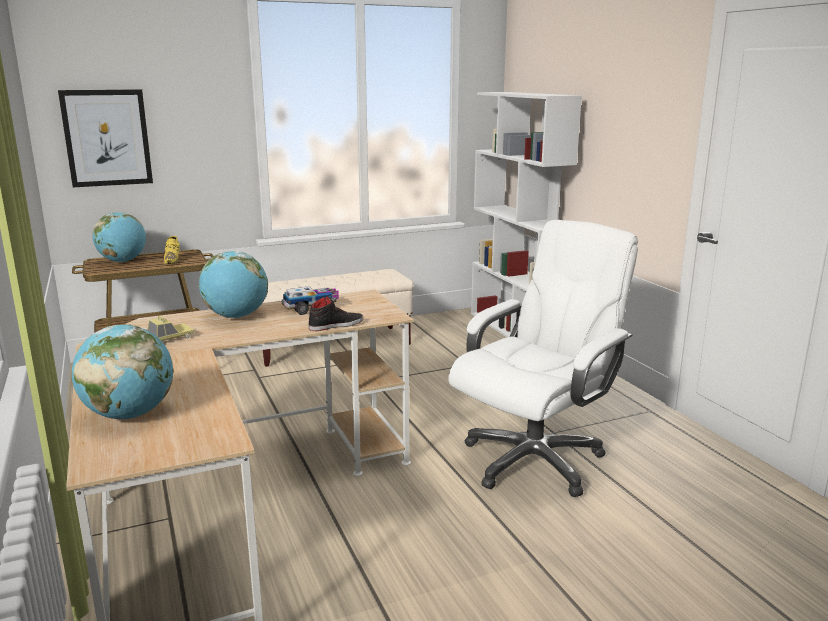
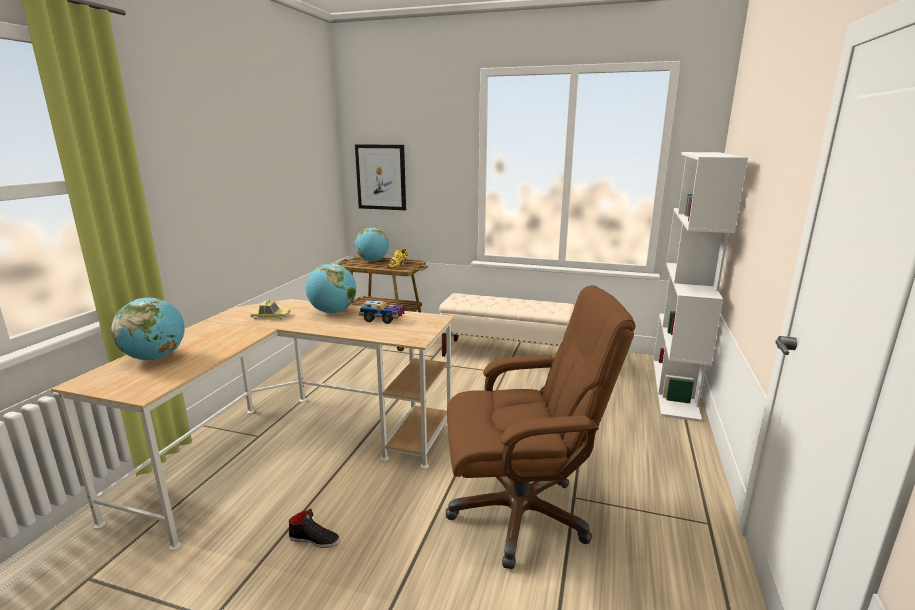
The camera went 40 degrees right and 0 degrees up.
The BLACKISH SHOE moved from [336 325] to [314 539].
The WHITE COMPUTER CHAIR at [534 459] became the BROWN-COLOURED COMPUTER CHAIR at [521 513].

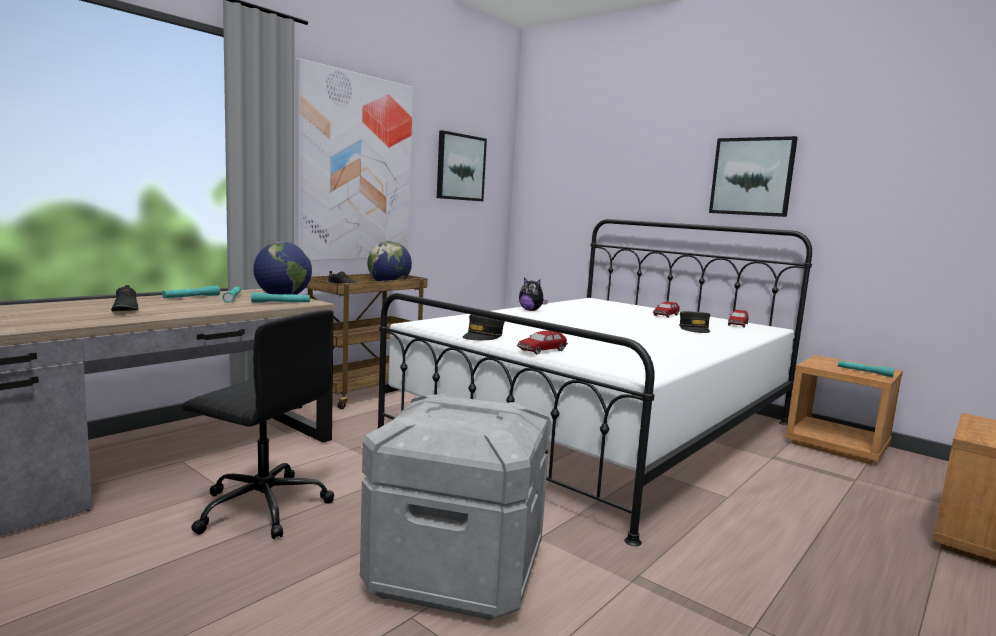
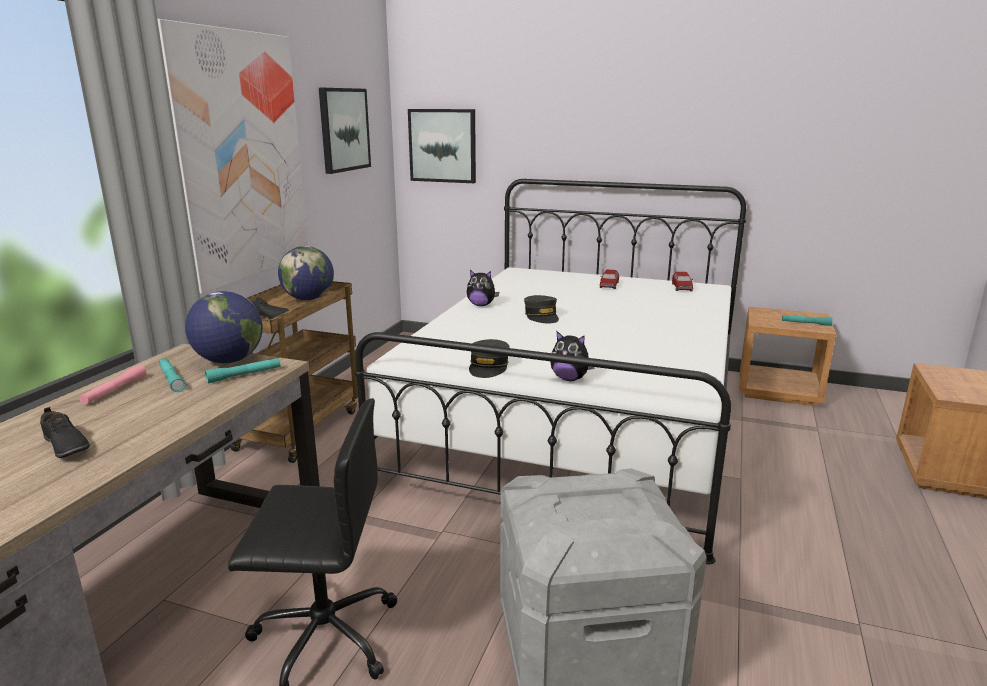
The camera went 20 degrees left and 10 degrees up.
The GREYISH BASEBALL CAP moved from [694 329] to [541 316].
The WALL PICTURE moved from [752 176] to [442 145].
The MODEL CAR at [541 350] was replaced by the CUDDLY TOY at [570 379].
The TURQUOISE HAND TORCH at [191 297] became the PINK-COLOURED HAND TORCH at [115 391].

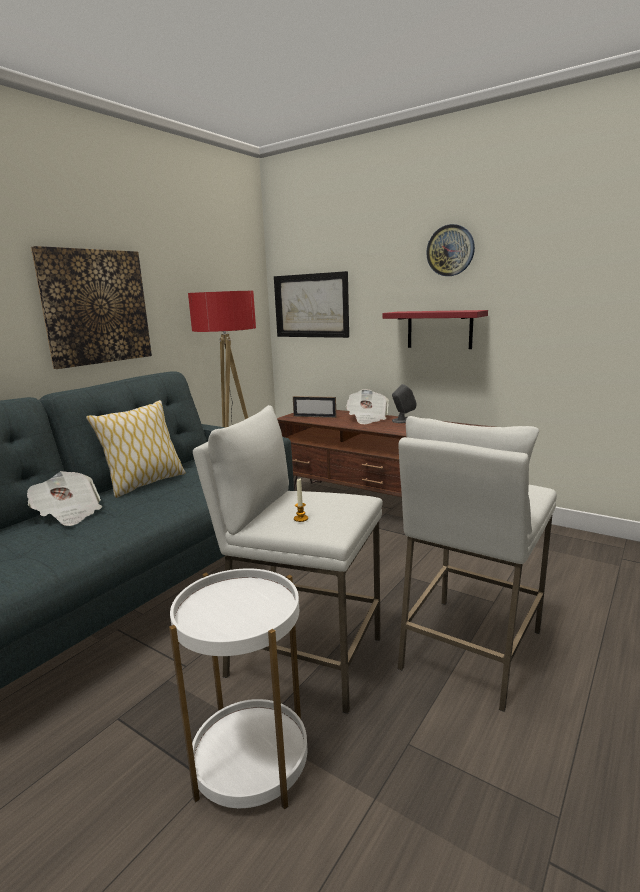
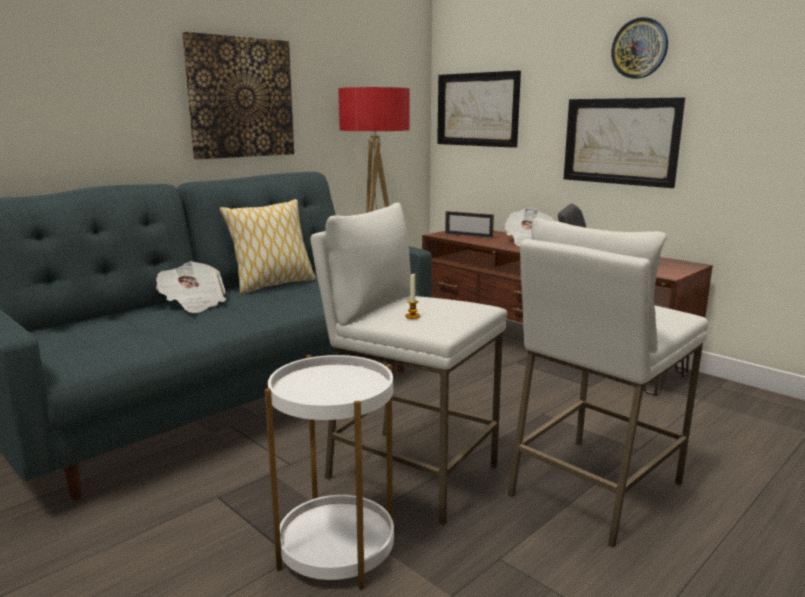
The camera went 10 degrees right and 0 degrees up.
The RED-COLOURED BRACKET SHELF at [439 329] was replaced by the WALL PICTURE at [620 141].

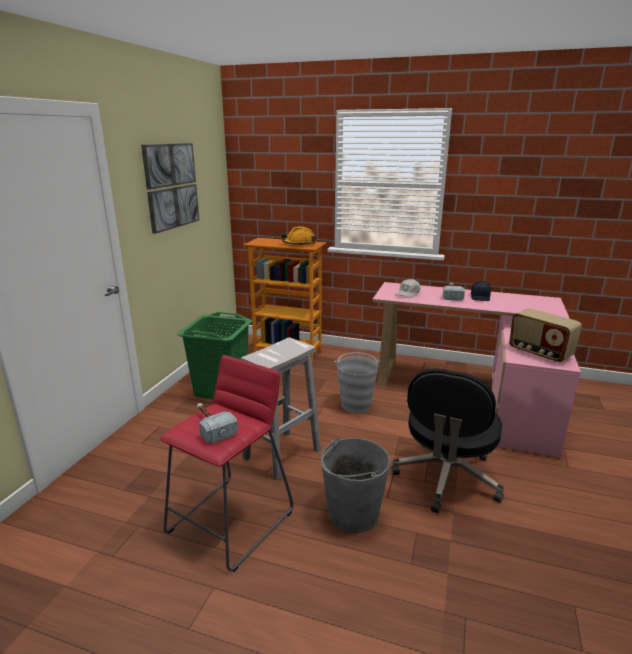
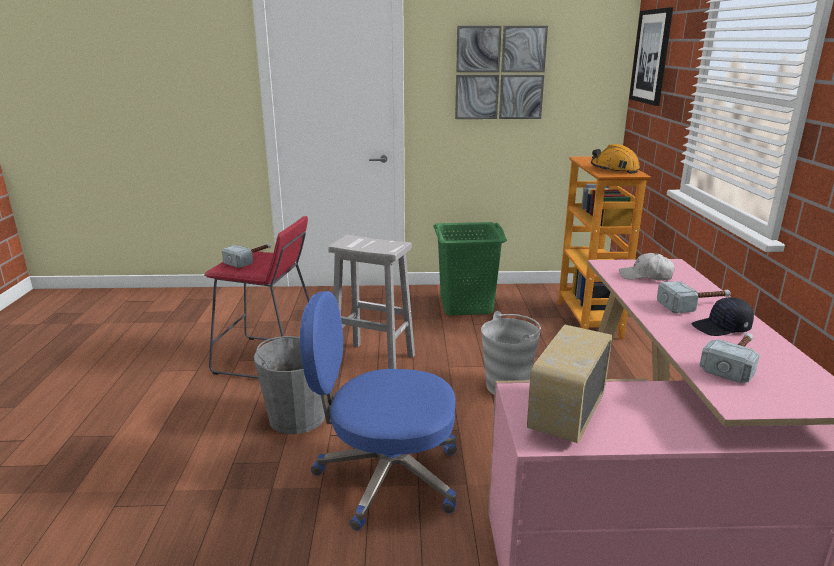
The camera went 70 degrees right and 0 degrees up.
The WALL PICTURE at [651 57] appeared.
The TOOL HAMMER at [734 362] appeared.
The BLACKISH COMPUTER CHAIR at [446 478] became the BLUE-COLOURED COMPUTER CHAIR at [386 477].

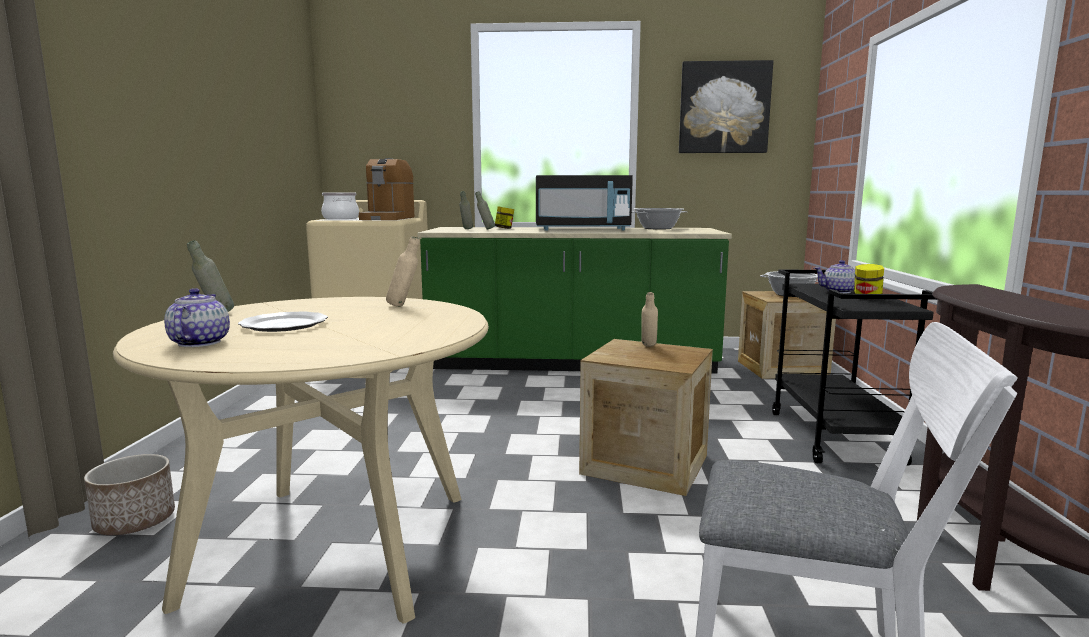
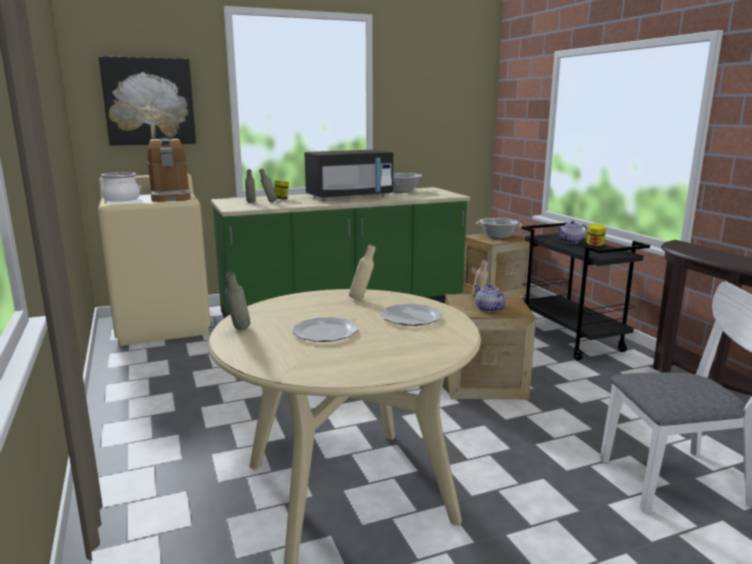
The camera went 25 degrees left and 5 degrees up.
The PLANT POT at [135 521] disappeared.
The DINNER PLATE at [411 318] appeared.
The POT FOR TEA moved from [198 343] to [488 309].
The WALL PICTURE moved from [724 108] to [149 101].

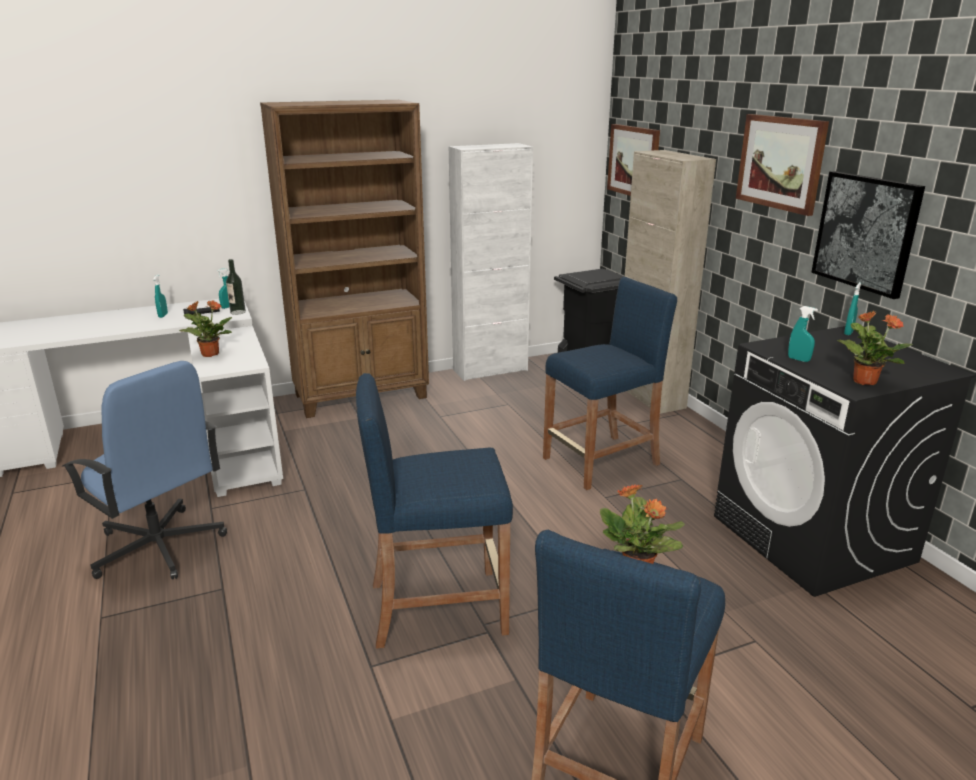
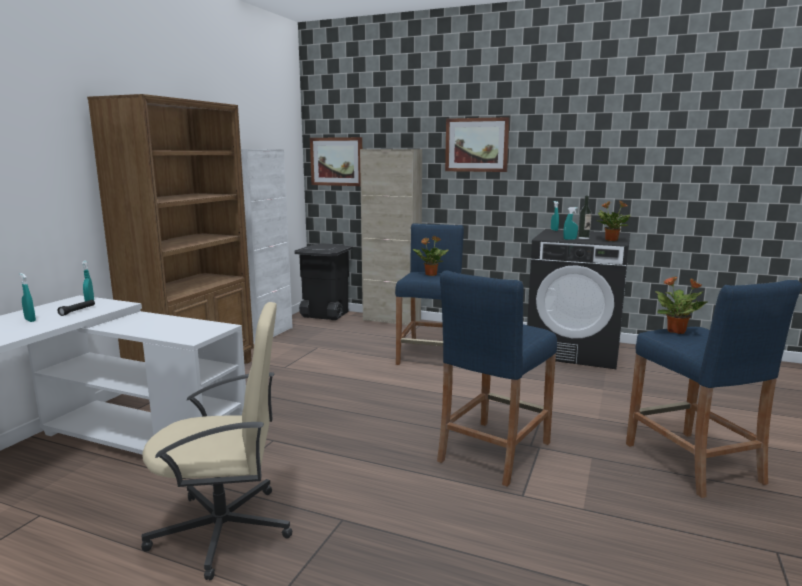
The camera went 45 degrees left and 10 degrees down.
The WALL PICTURE at [866 232] disappeared.
The POTTED PLANT moved from [209 354] to [430 274].
The BEVERAGE BOTTLE moved from [238 312] to [583 238].
The BLUE-COLOURED COMPUTER CHAIR at [158 547] became the BEIGE COMPUTER CHAIR at [224 530].

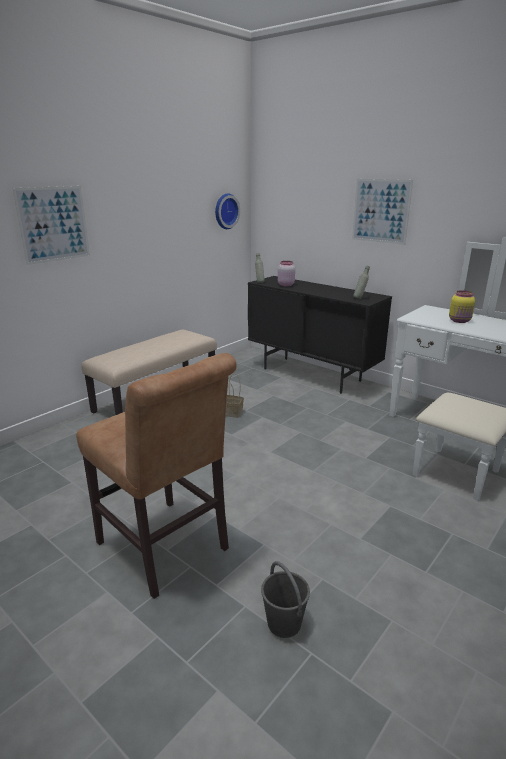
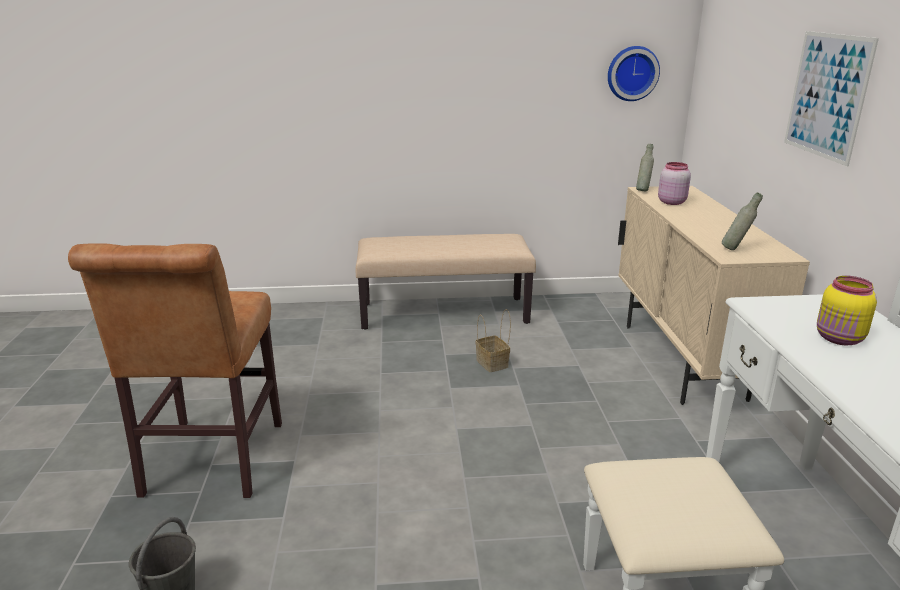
The camera went 45 degrees right and 0 degrees up.
The WALL PICTURE at [53 224] disappeared.
The BLACKISH CABINET at [311 375] became the BEIGE CABINET at [682 361].

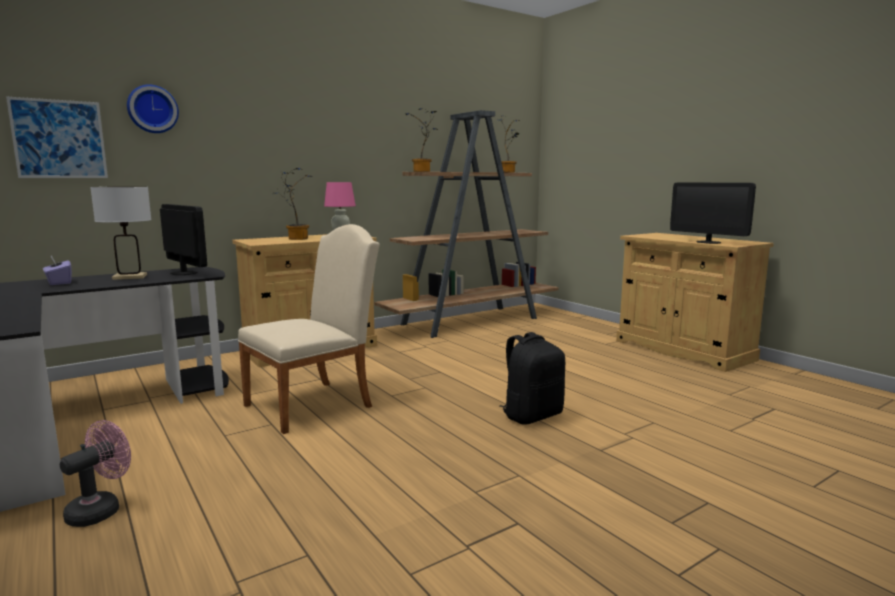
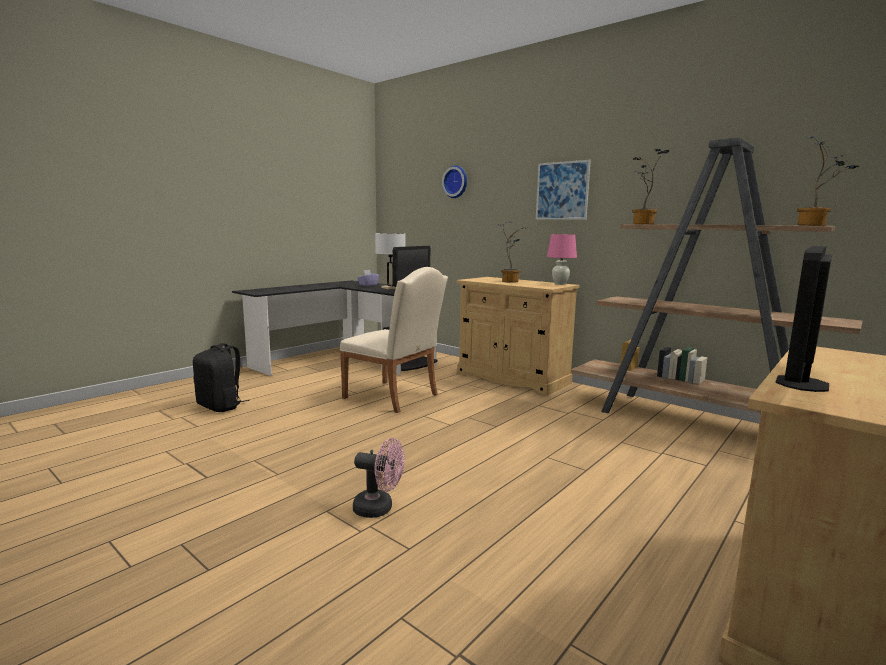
The camera went 75 degrees right and 0 degrees up.
The WALL PICTURE moved from [59 139] to [562 191].
The PINK-COLOURED ELECTRIC FAN moved from [100 509] to [379 509].
The BLACKISH BACKPACK moved from [532 415] to [221 406].

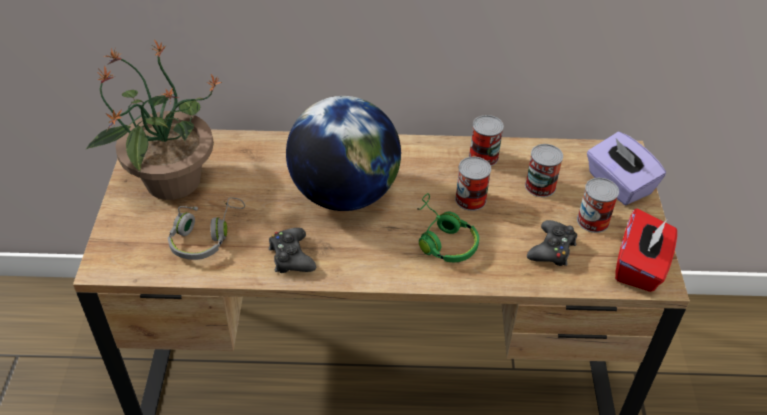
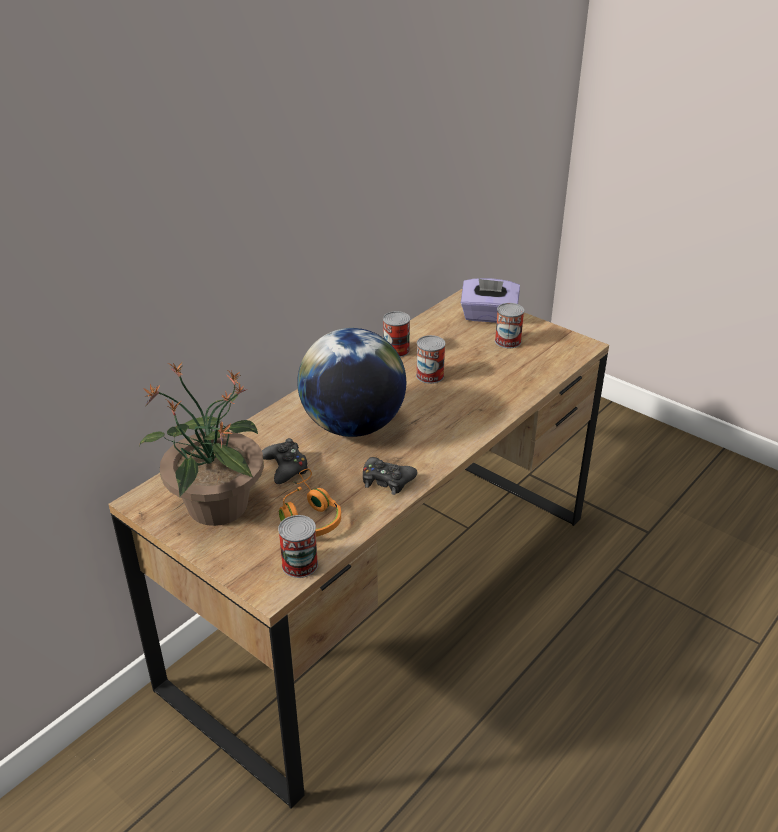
The camera went 50 degrees left and 10 degrees down.
The GREEN-COLOURED HEADPHONES at [442 239] disappeared.
The RED-COLOURED TISSUE BOX at [640 266] disappeared.
The CAN moved from [540 186] to [300 564].
The BLACKISH GAMEPAD moved from [552 249] to [286 467].
The GREYISH HEADPHONES at [205 236] became the ORANGE-COLOURED HEADPHONES at [309 515].

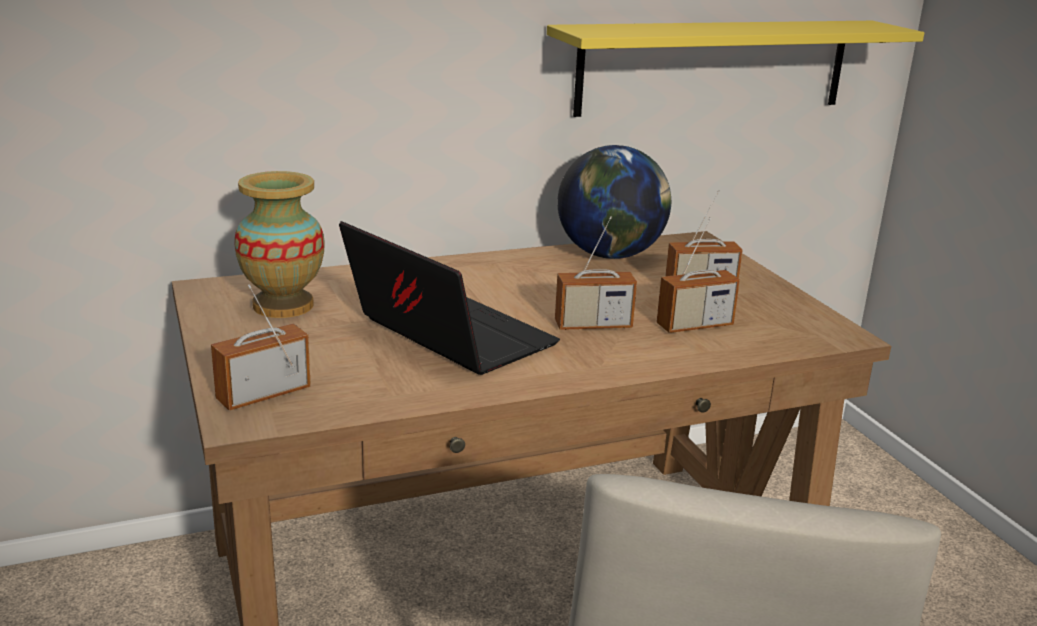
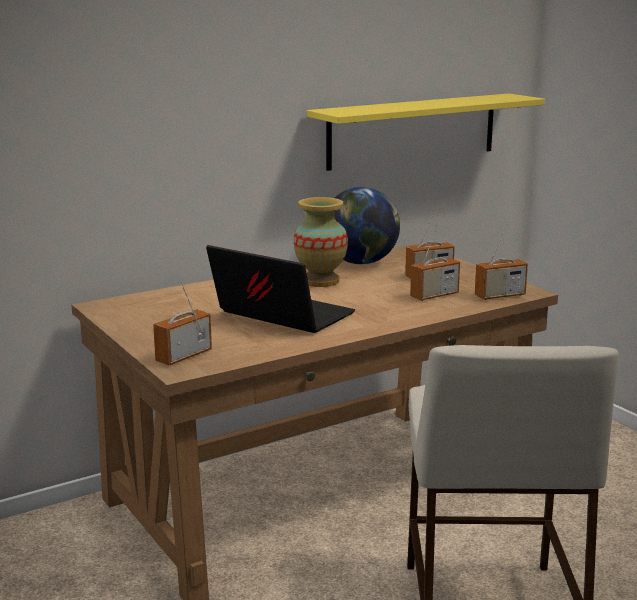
The camera went 10 degrees left and 5 degrees down.
The VASE moved from [283 305] to [320 281].
The RADIO SET moved from [593 325] to [500 296].

